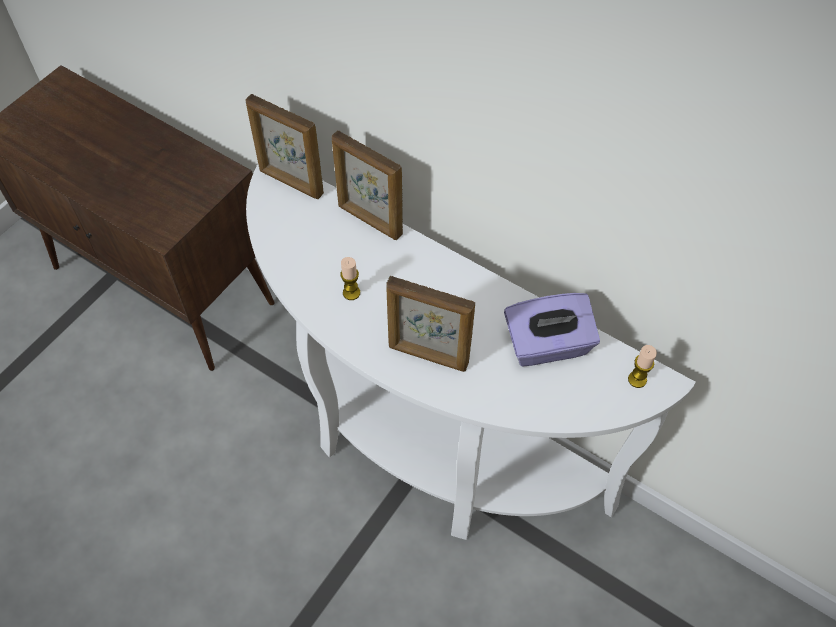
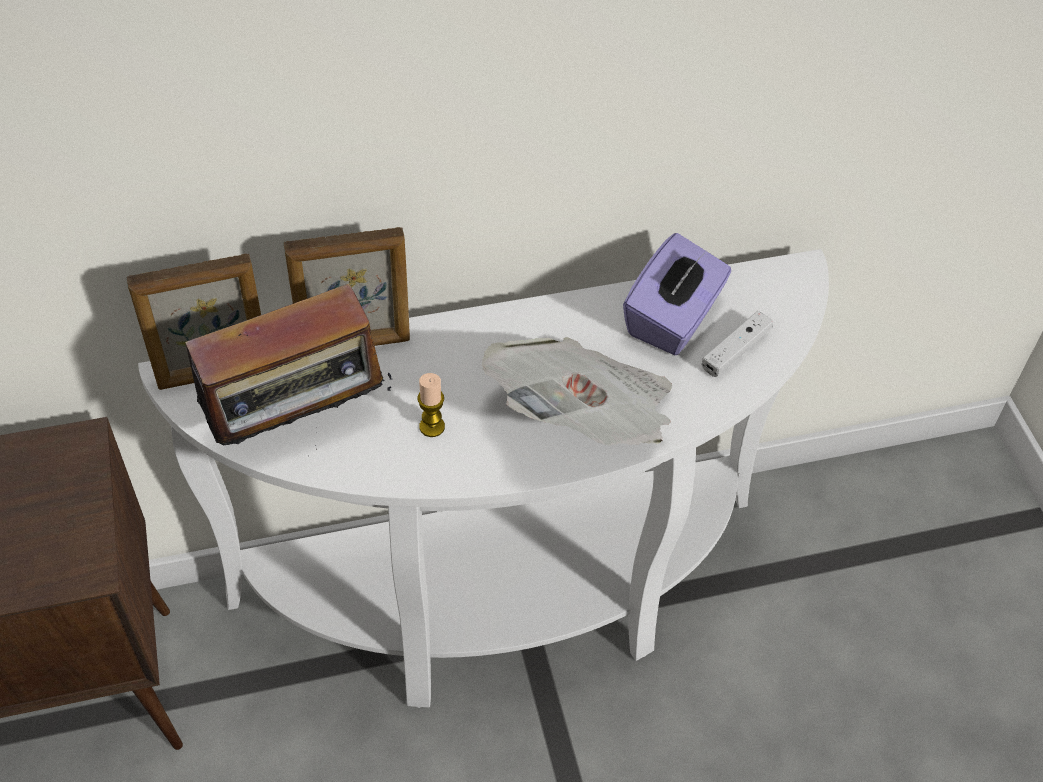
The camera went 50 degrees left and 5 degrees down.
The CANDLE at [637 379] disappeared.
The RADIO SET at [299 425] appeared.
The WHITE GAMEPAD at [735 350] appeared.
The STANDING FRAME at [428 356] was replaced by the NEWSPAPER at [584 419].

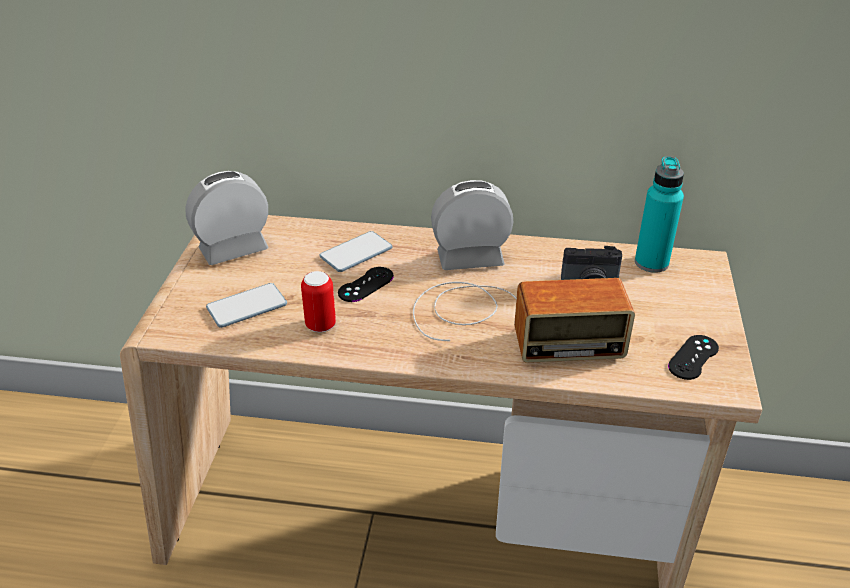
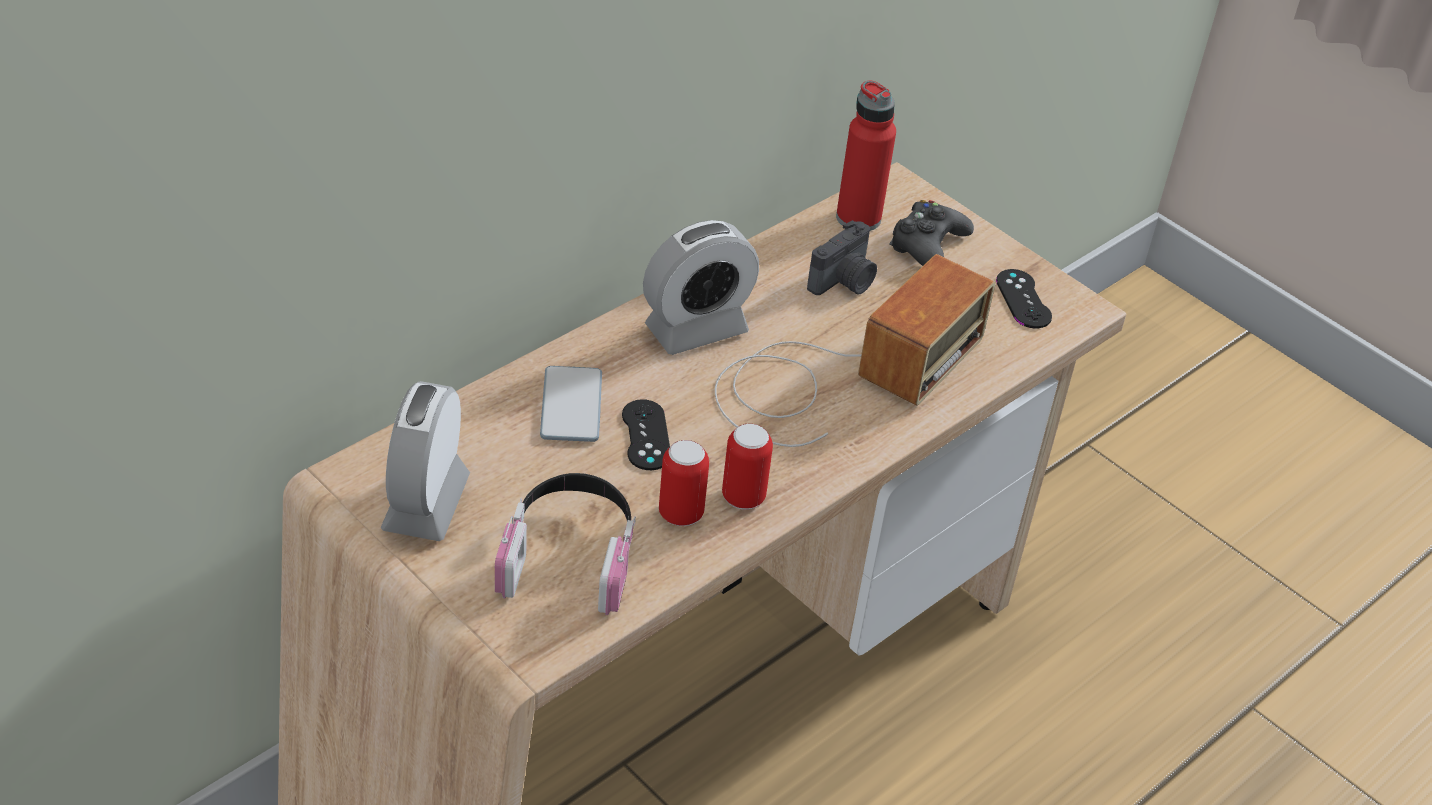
The camera went 55 degrees left and 5 degrees up.
The CAN at [743 497] appeared.
The BLACKISH GAMEPAD at [927 245] appeared.
The PHONE at [247 306] was replaced by the HEADPHONES at [570 555].
The TURQUOISE BEVERAGE BOTTLE at [651 263] became the RED-COLOURED BEVERAGE BOTTLE at [858 218].
The ALARM CLOCK at [470 259] turned 150 degrees counterclockwise.

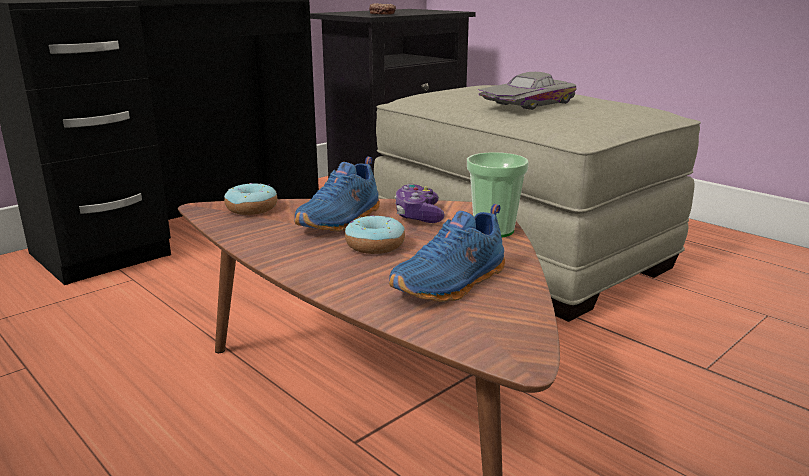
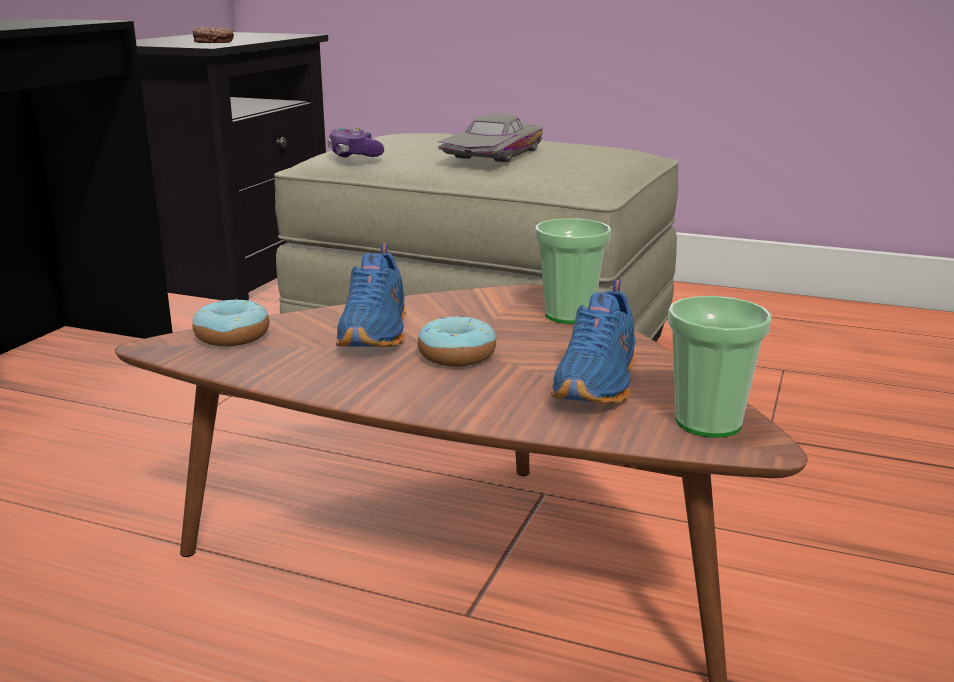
The camera went 25 degrees left and 0 degrees up.
The CUP at [708 423] appeared.
The GAMEPAD moved from [418 216] to [354 156].

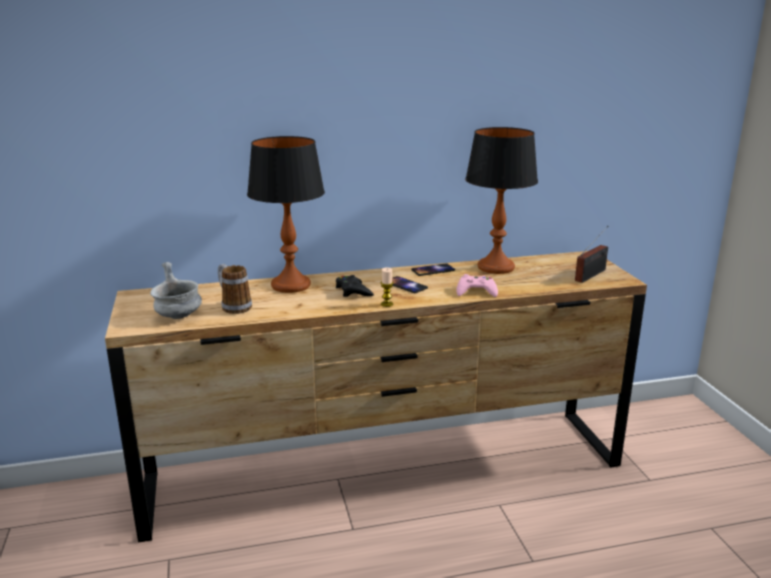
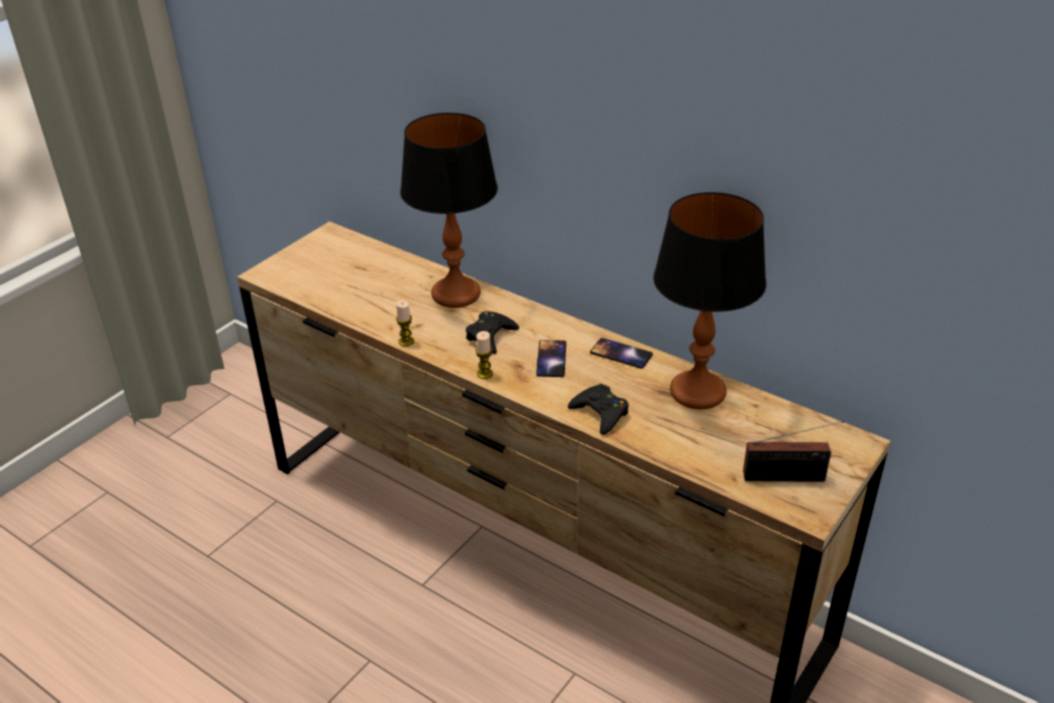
The camera went 50 degrees right and 15 degrees up.
The GREYISH BOWL at [177 315] disappeared.
The MUG at [233 306] disappeared.
The CANDLE at [406 341] appeared.
The PINK-COLOURED GAMEPAD at [476 291] became the BLACKISH GAMEPAD at [600 413].

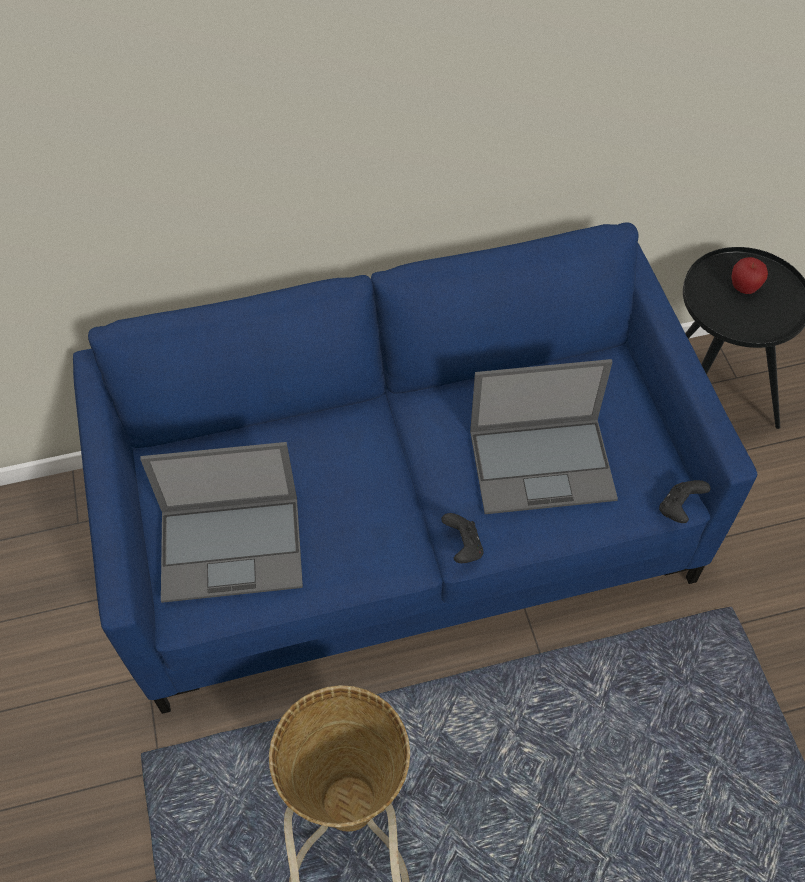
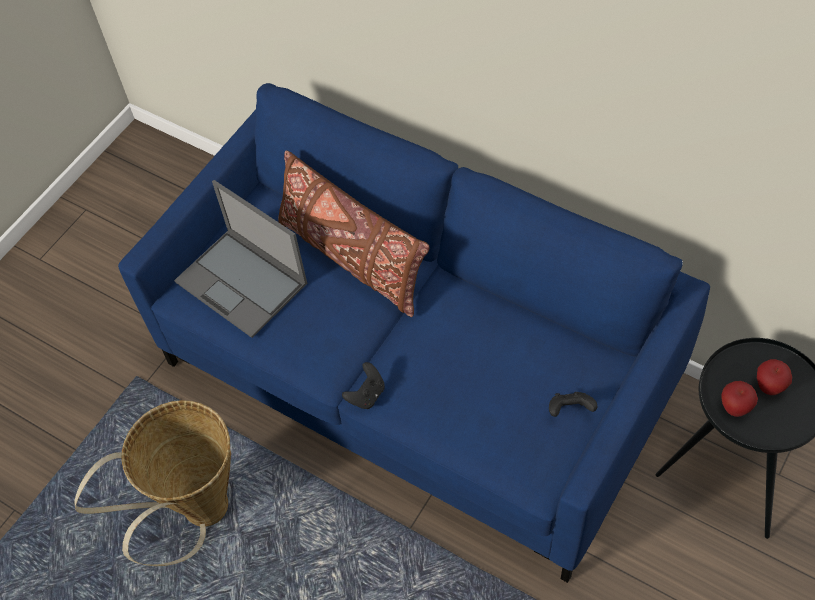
The camera went 50 degrees right and 0 degrees up.
The NOTEBOOK COMPUTER at [543 464] disappeared.
The BROWN-COLOURED CUSHION at [352 258] appeared.
The APPLE at [734 408] appeared.
The BLACKISH GAMEPAD moved from [679 508] to [570 410].

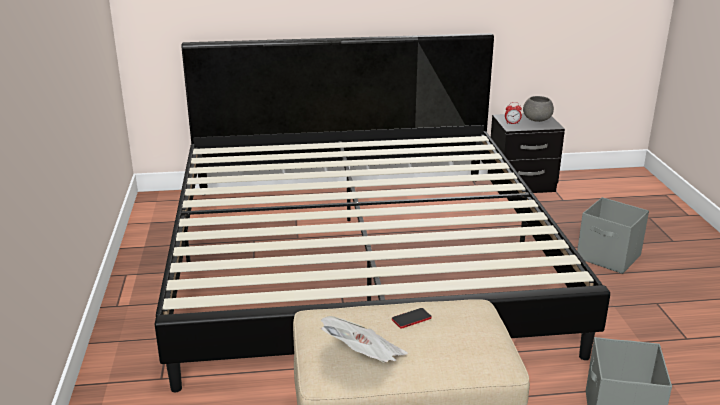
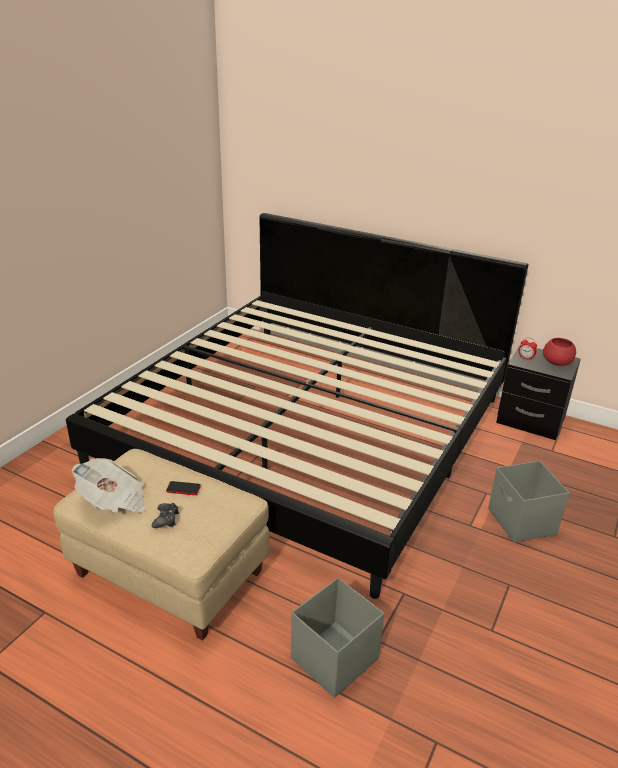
The camera went 35 degrees right and 5 degrees up.
The BLACKISH GAMEPAD at [166 519] appeared.
The GREYISH BOWL at [537 120] became the RED-COLOURED BOWL at [557 362].

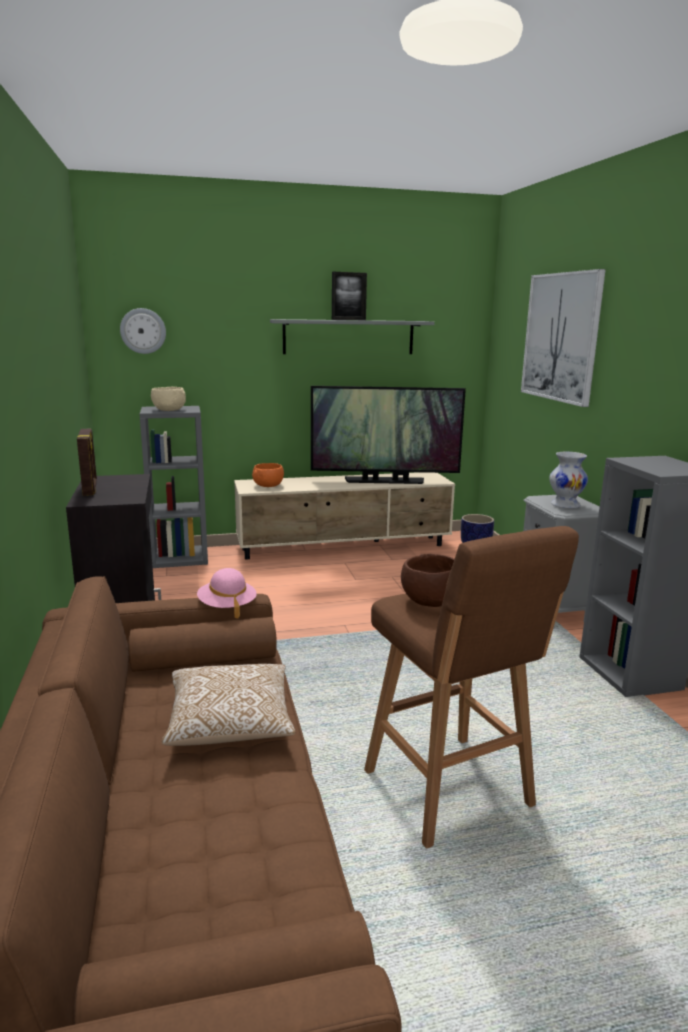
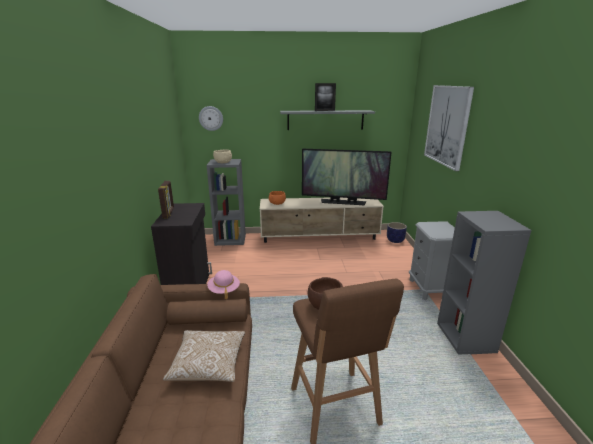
The camera went 10 degrees right and 5 degrees up.
The WHITE VASE at [565 505] disappeared.

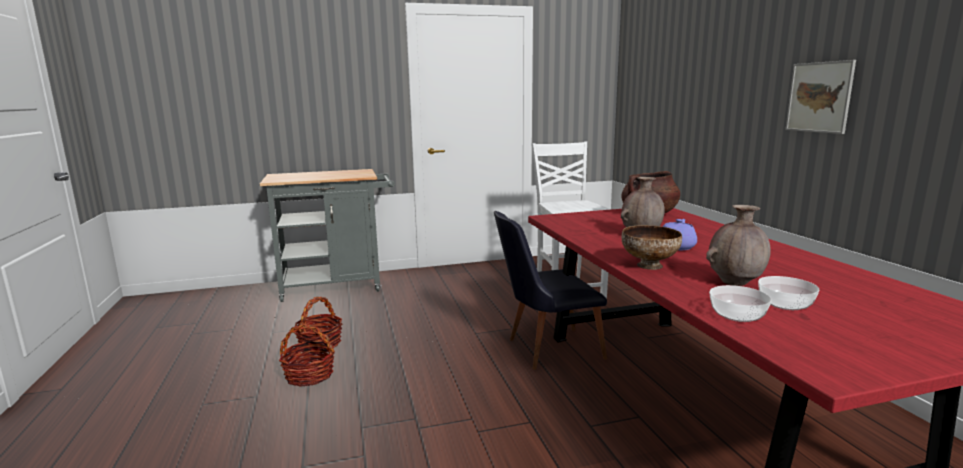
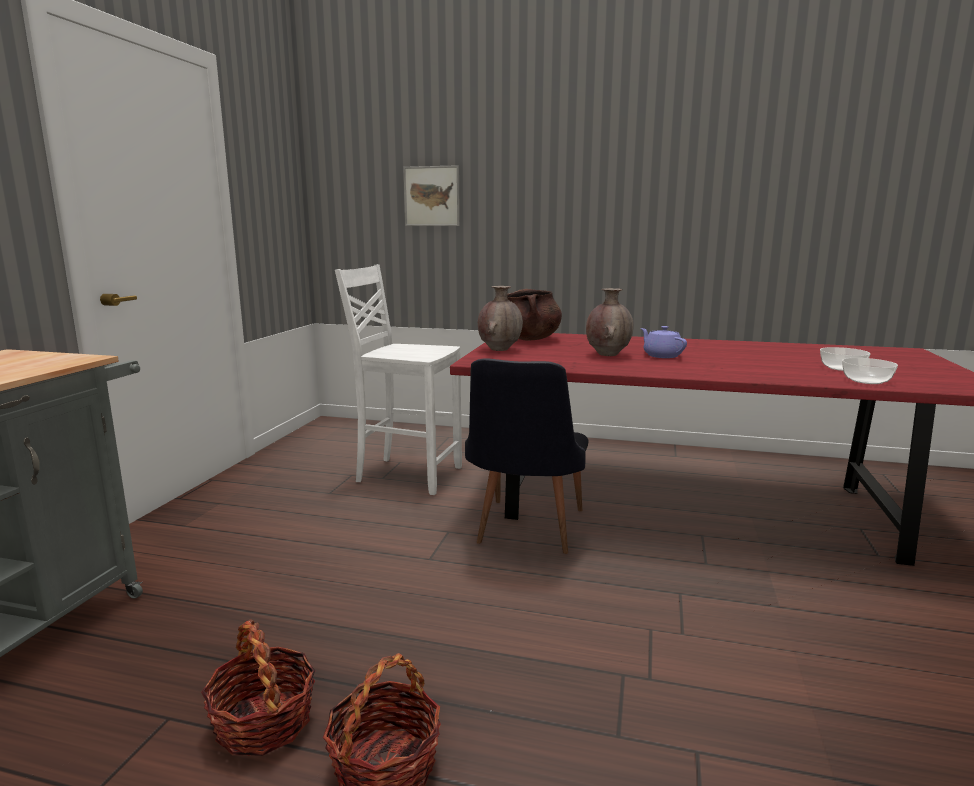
The camera went 60 degrees left and 0 degrees up.
The BOWL at [648 265] disappeared.
The BROWN-COLOURED VASE moved from [735 283] to [499 350].
The WALL PICTURE moved from [819 97] to [432 196].

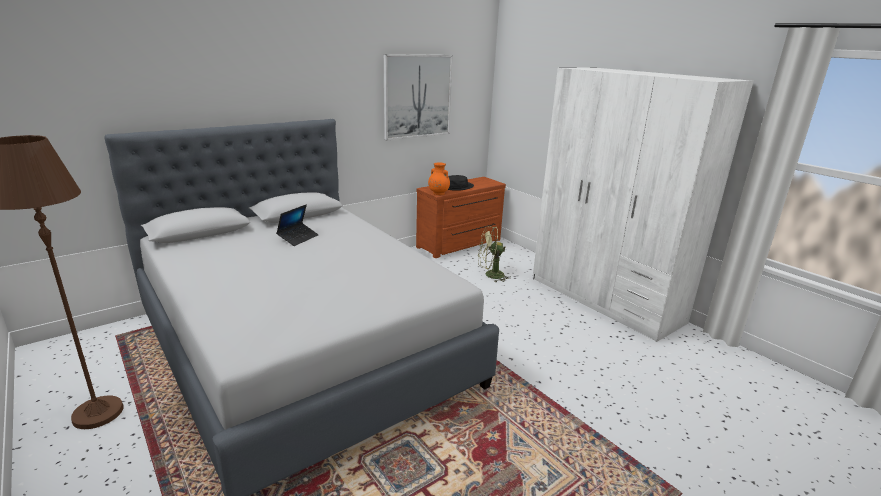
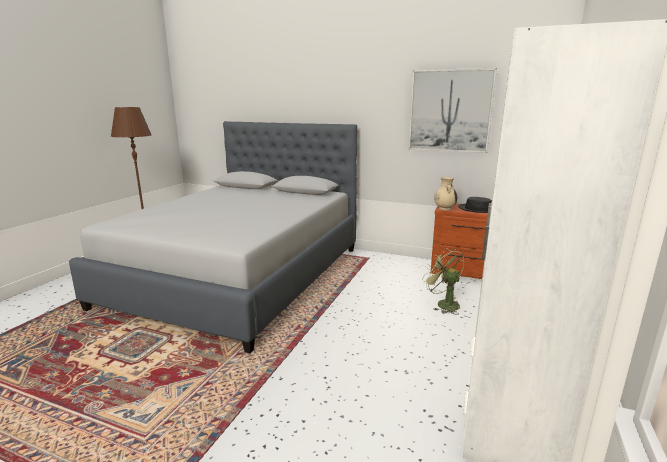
The camera went 60 degrees right and 5 degrees down.
The NOTEBOOK COMPUTER at [298 238] disappeared.
The ORANGE-COLOURED VASE at [438 193] became the BEIGE VASE at [444 208].

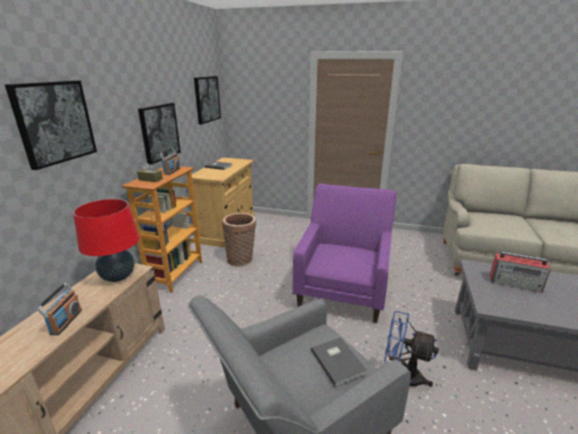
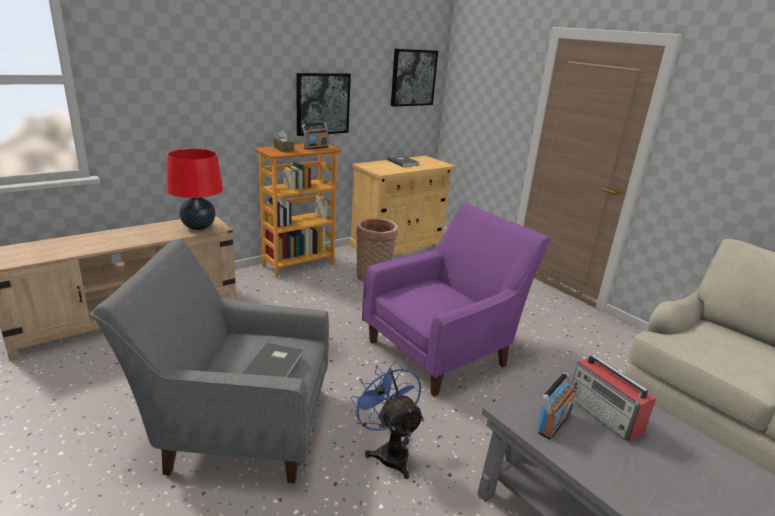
The camera went 35 degrees right and 0 degrees up.
The WALL PICTURE at [55 122] disappeared.
The RADIO SET moved from [65 322] to [553 423].

